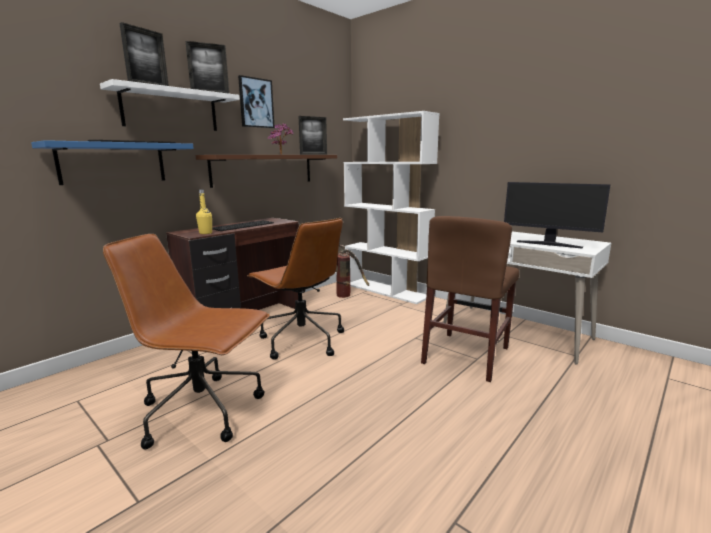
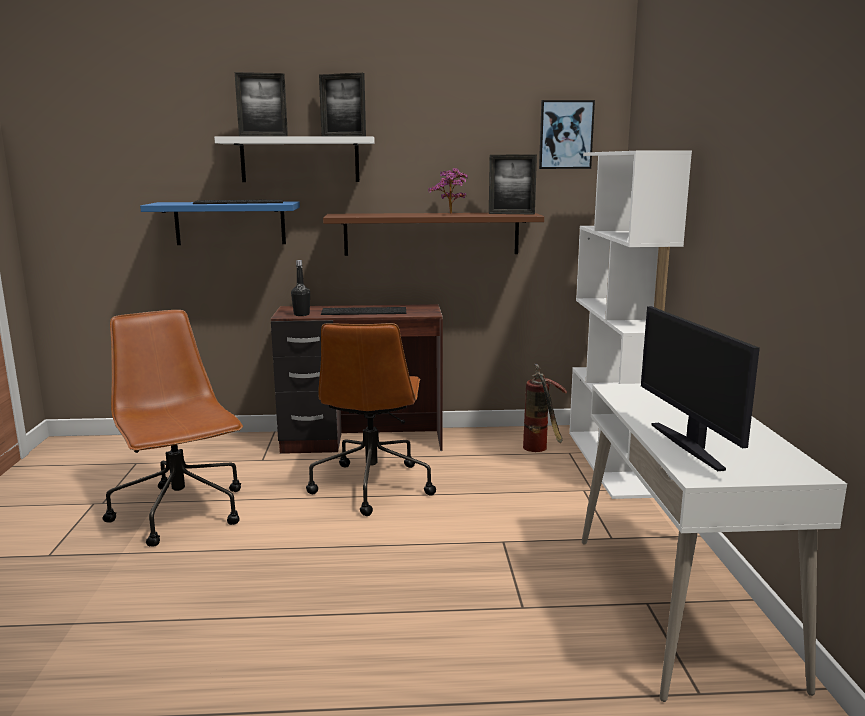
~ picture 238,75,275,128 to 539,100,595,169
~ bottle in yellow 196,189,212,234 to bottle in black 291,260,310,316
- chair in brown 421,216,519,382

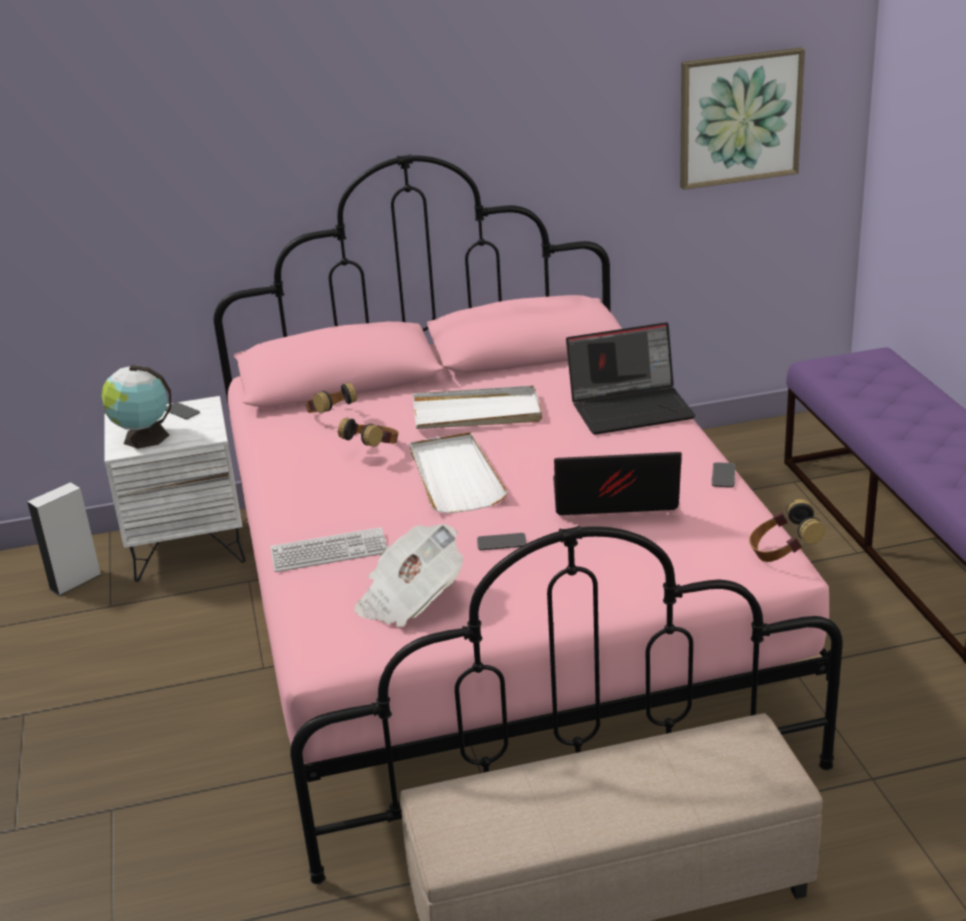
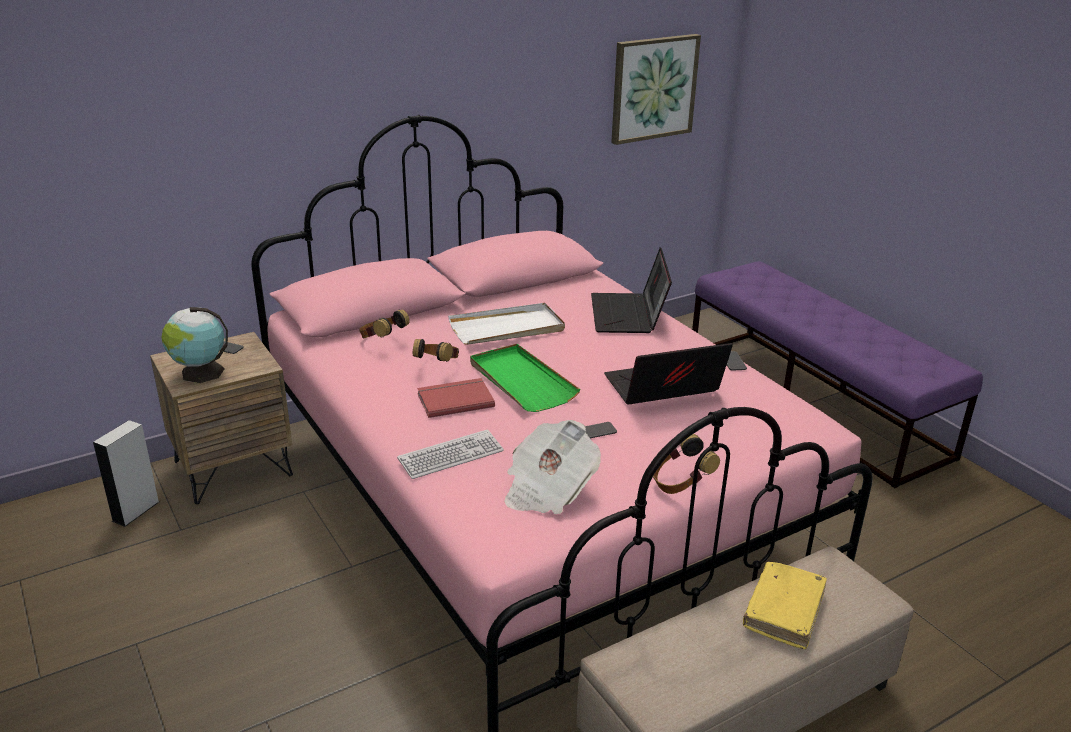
~ laptop 566,322,696,435 = 591,247,672,333 120 degrees clockwise
~ nightstand in white 104,396,246,582 to nightstand in brown 150,332,293,504
~ tray in white 410,432,508,514 to tray in green 470,344,581,412
~ headphones 749,499,825,562 to 653,434,720,494
+ book in red 417,378,495,418
+ book in yellow 743,562,827,649

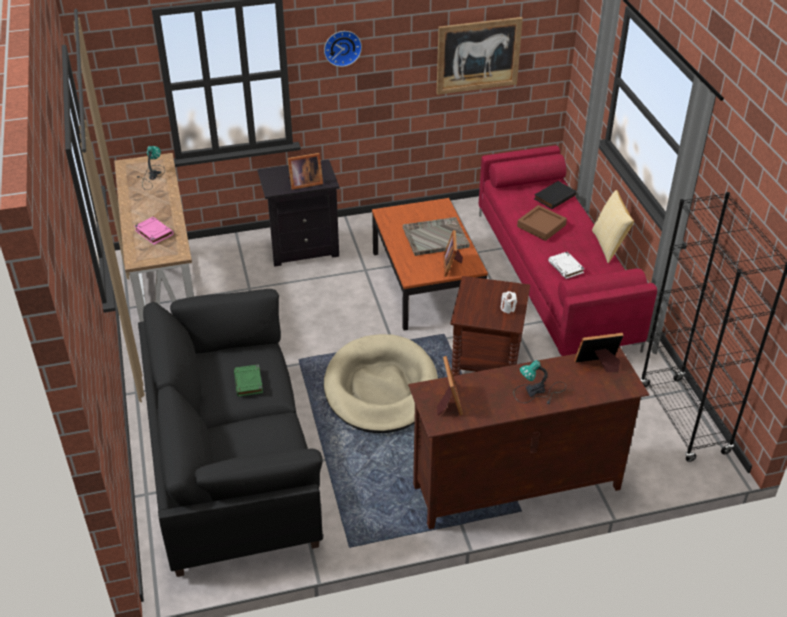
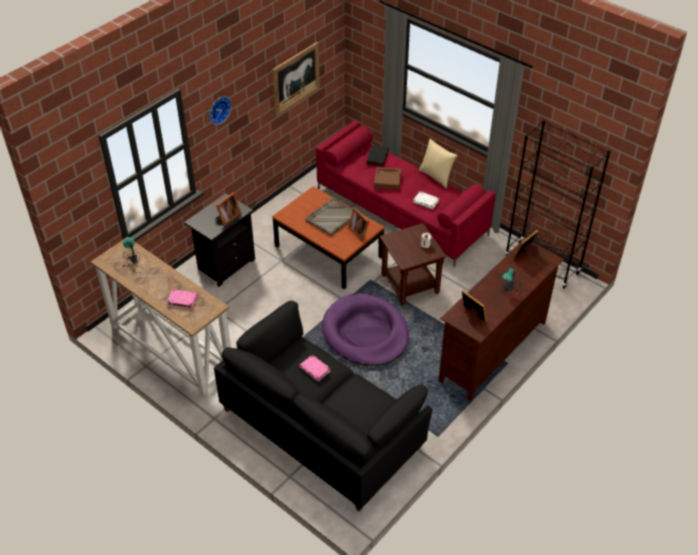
~ dog bed in beige 324,334,438,433 to dog bed in purple 322,293,409,366
~ book in green 234,364,263,397 to book in pink 299,355,331,381

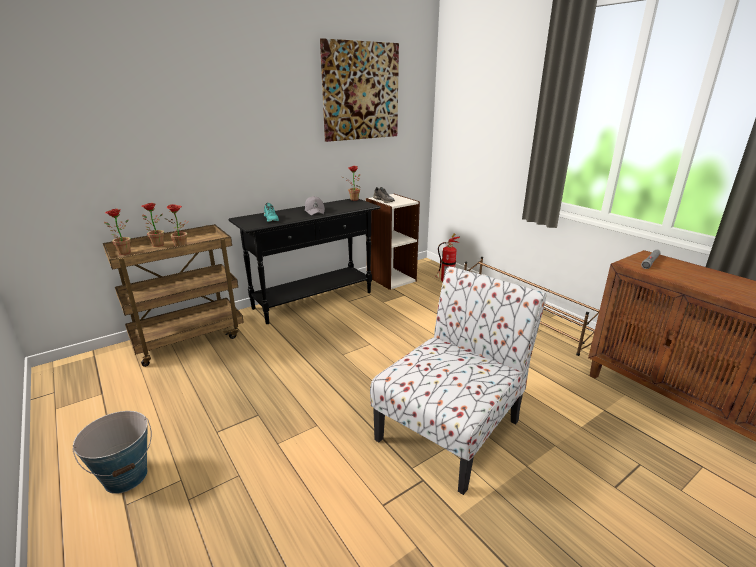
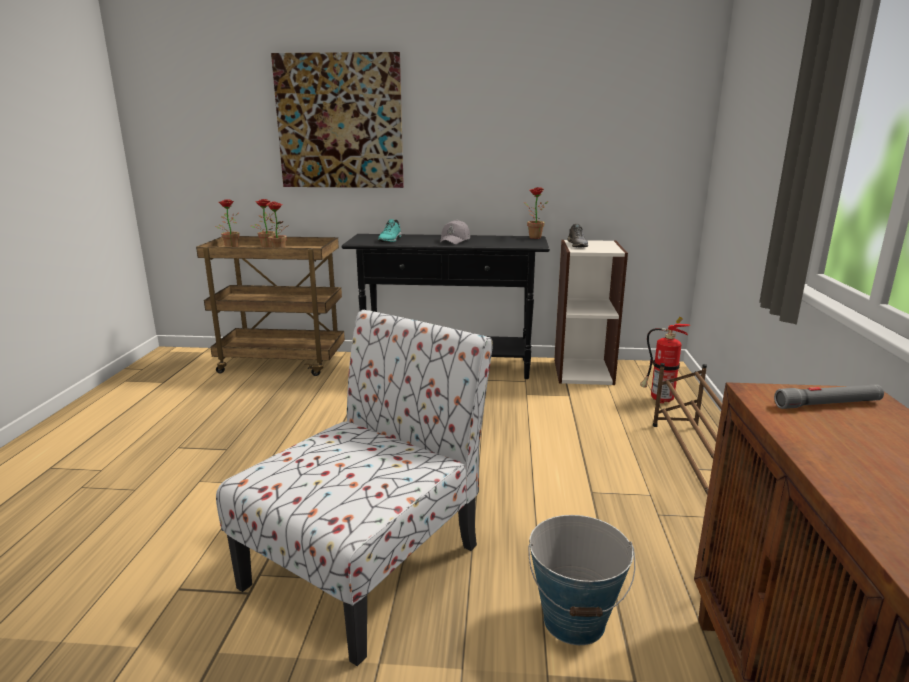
~ picture 320,38,399,142 to 271,52,404,188
~ chair 370,266,546,495 = 216,310,493,666 45 degrees counterclockwise
~ bucket 72,411,152,494 to 528,515,635,645

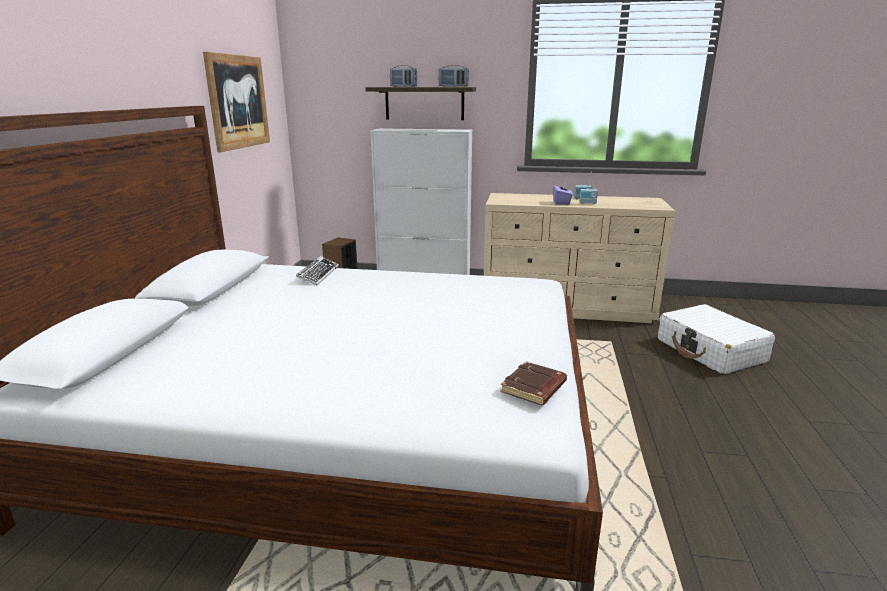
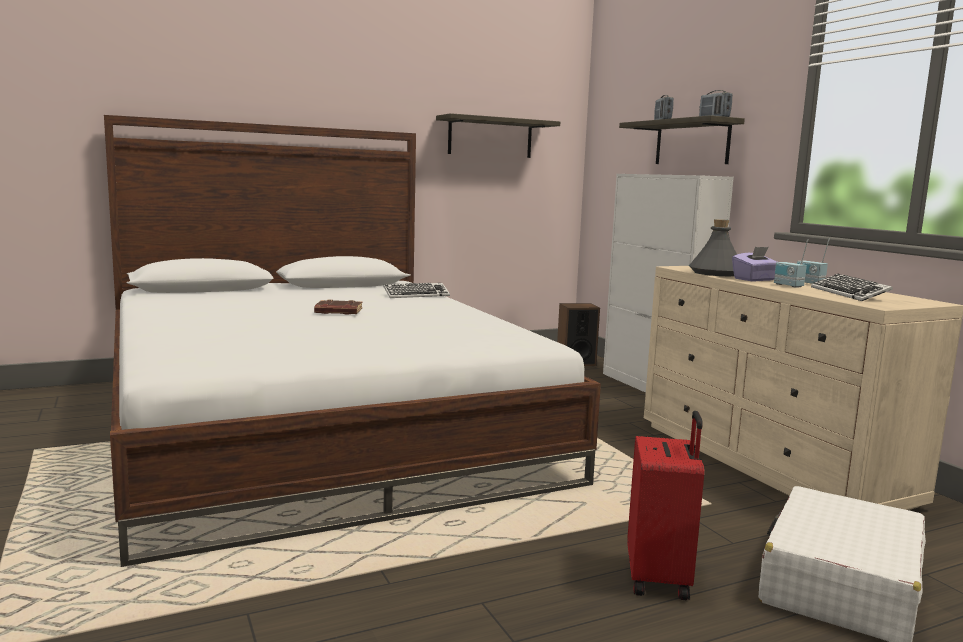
~ picture 203,52,270,152 to shelf 436,113,560,158
~ book in brown 500,361,567,405 to 314,300,362,315
+ bottle in grey 689,219,737,276
+ keyboard 811,274,893,301
+ suitcase in red 627,411,704,600

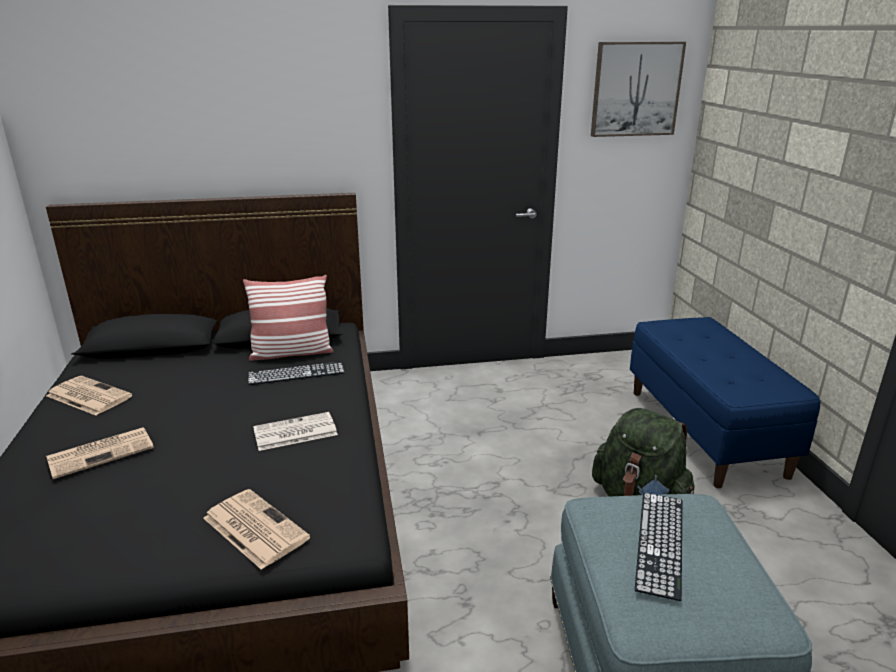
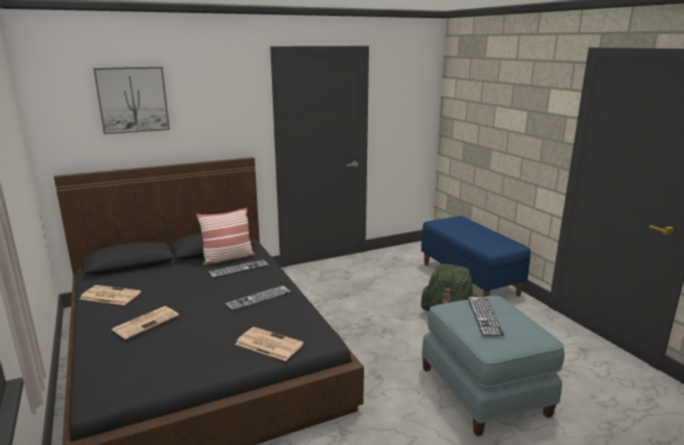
~ picture 591,42,686,137 to 93,67,170,134
~ newspaper 253,412,338,451 to keyboard 225,286,292,311

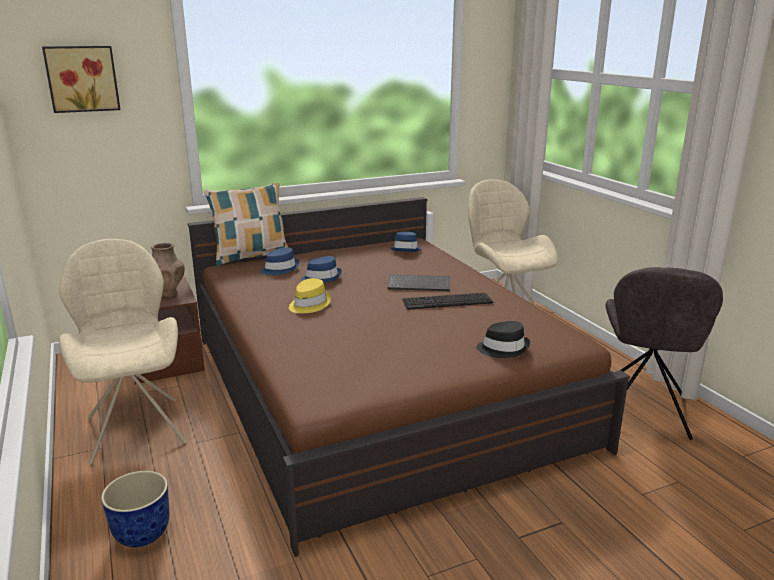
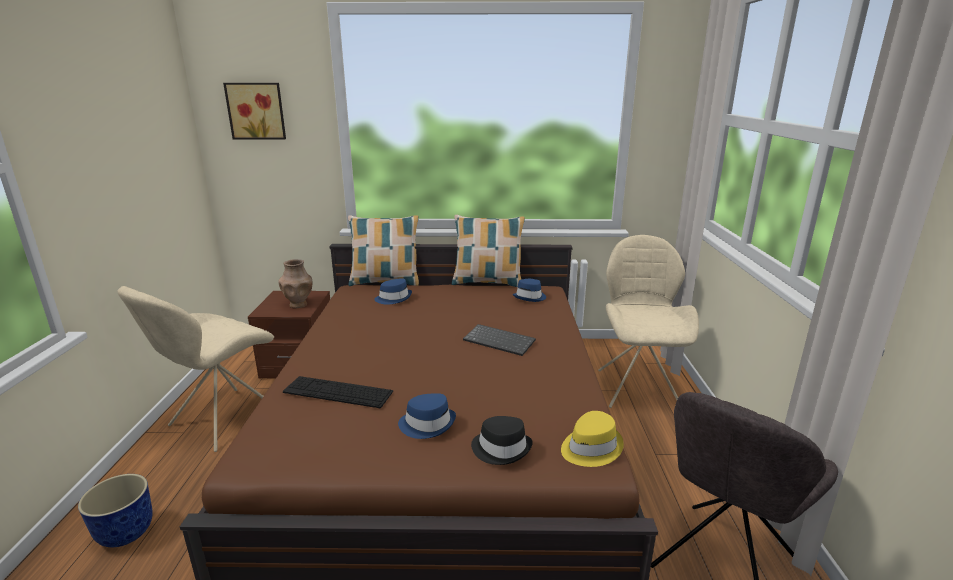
~ chair in beige 59,239,187,465 = 118,286,274,452 150 degrees counterclockwise
~ hat in blue 301,256,342,283 to 398,393,456,439
~ hat in yellow 289,278,331,313 to 561,411,624,467
~ keyboard 402,293,493,310 to 283,376,393,408
+ pillow 452,215,525,287

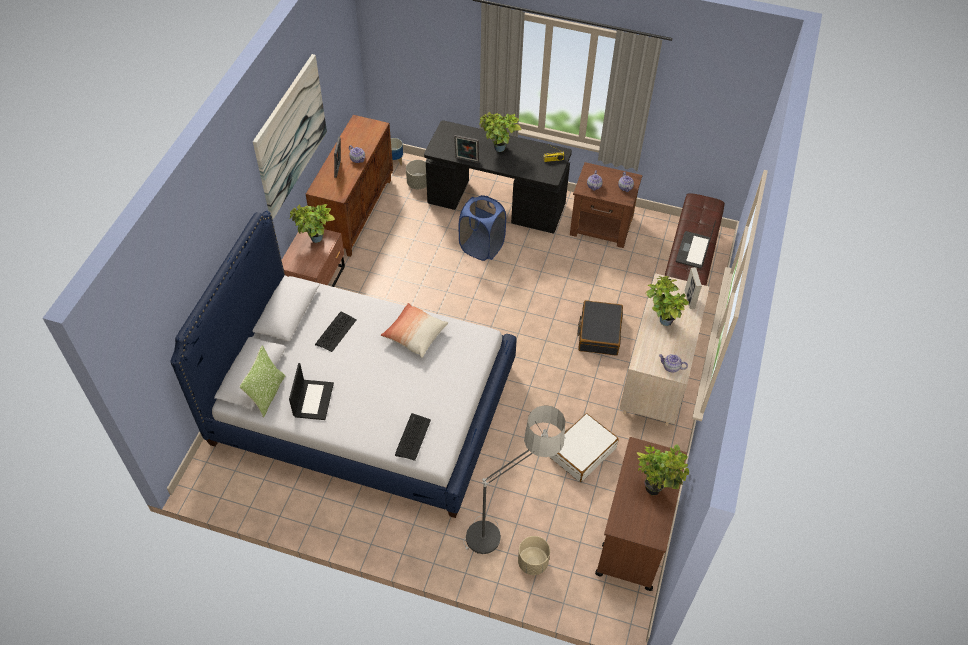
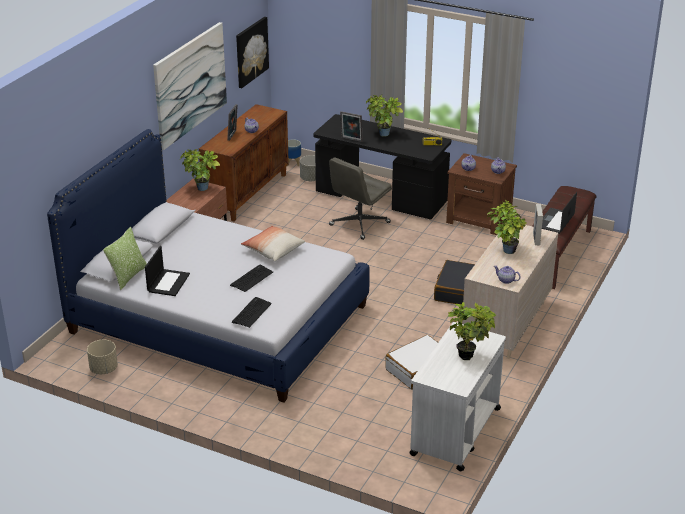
~ laundry basket in blue 459,195,506,261 to office chair in grey 329,158,392,240
~ keyboard 315,311,357,352 to 230,265,273,292
- floor lamp 463,405,565,554
~ cart in brown 595,437,687,591 to cart in white 409,322,506,471
~ planter in beige 518,536,550,575 to 87,340,118,374
+ picture 236,17,269,88

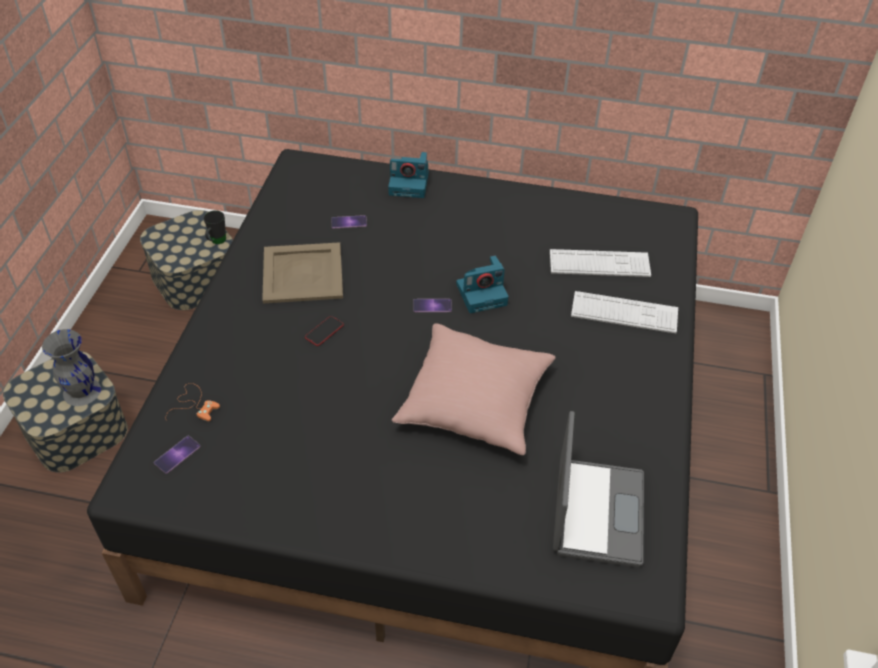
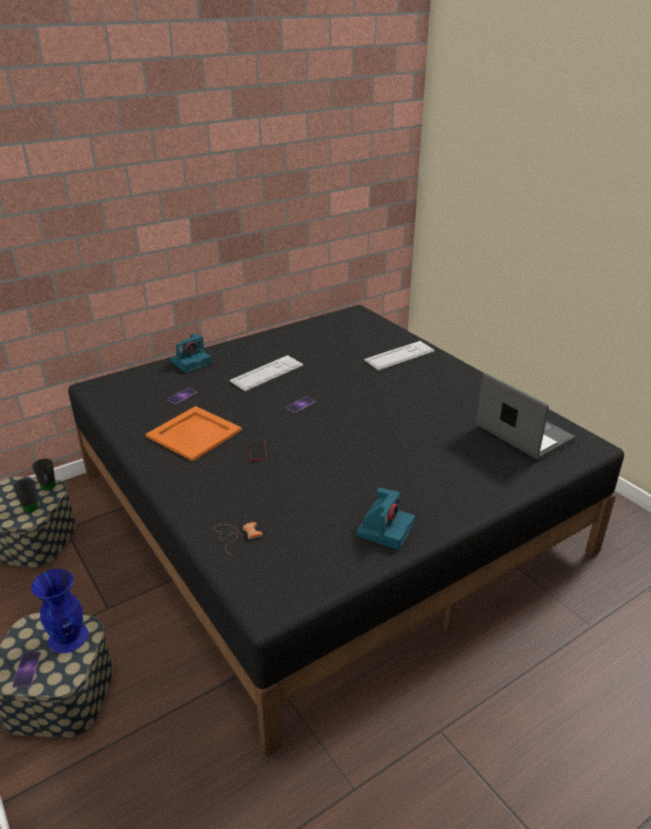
~ tray in beige 262,242,343,303 to tray in orange 146,406,242,461
~ keyboard 550,249,651,277 to 230,355,303,391
~ photo camera 456,255,509,313 to 356,488,415,550
- pillow in pink 392,324,556,455
~ vase in grey 42,329,101,406 to vase in blue 31,569,88,653
~ phone 154,435,201,474 to 12,651,41,688
+ mug in black 13,479,39,512

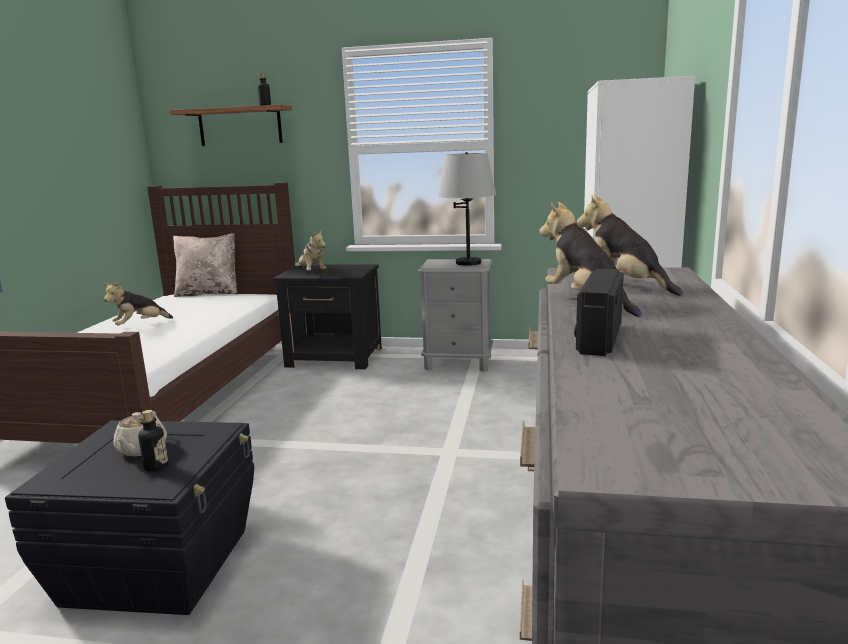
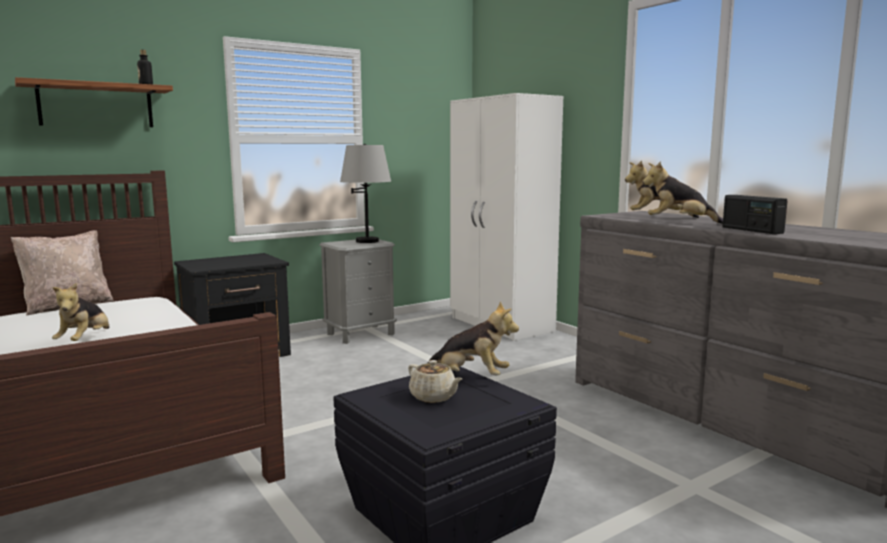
~ plush toy 295,230,326,271 to 427,302,519,376
- bottle 138,410,168,472

